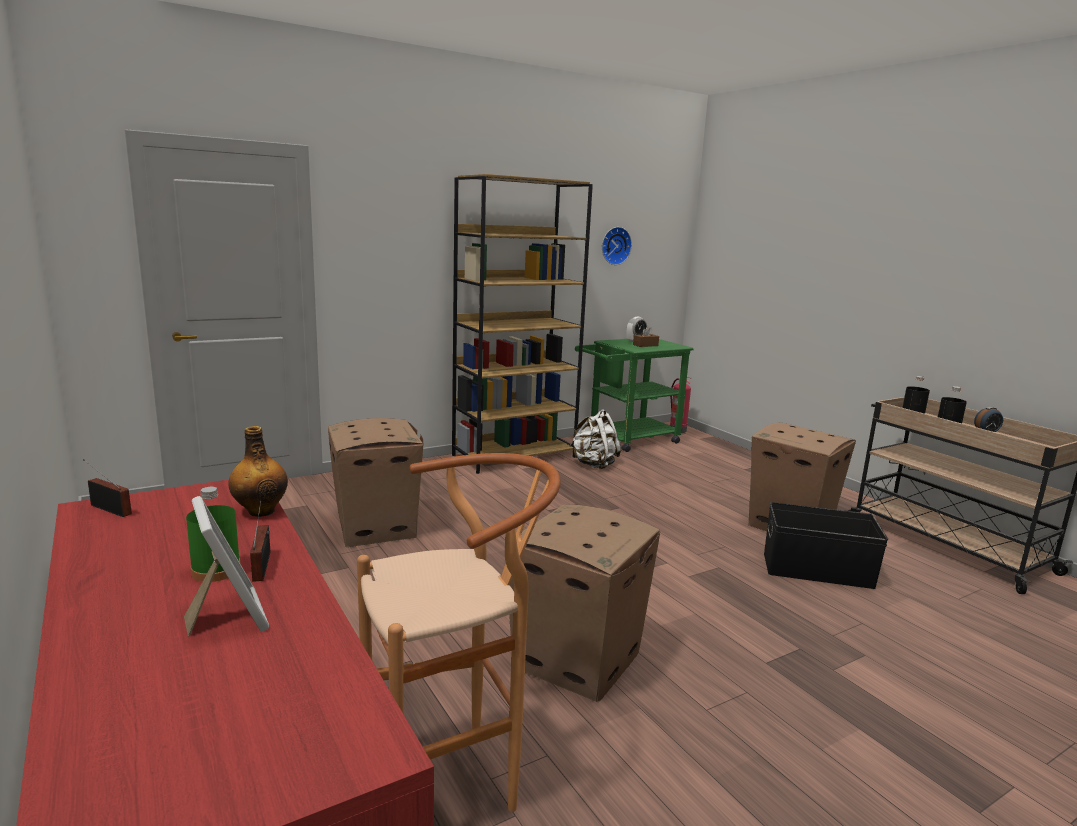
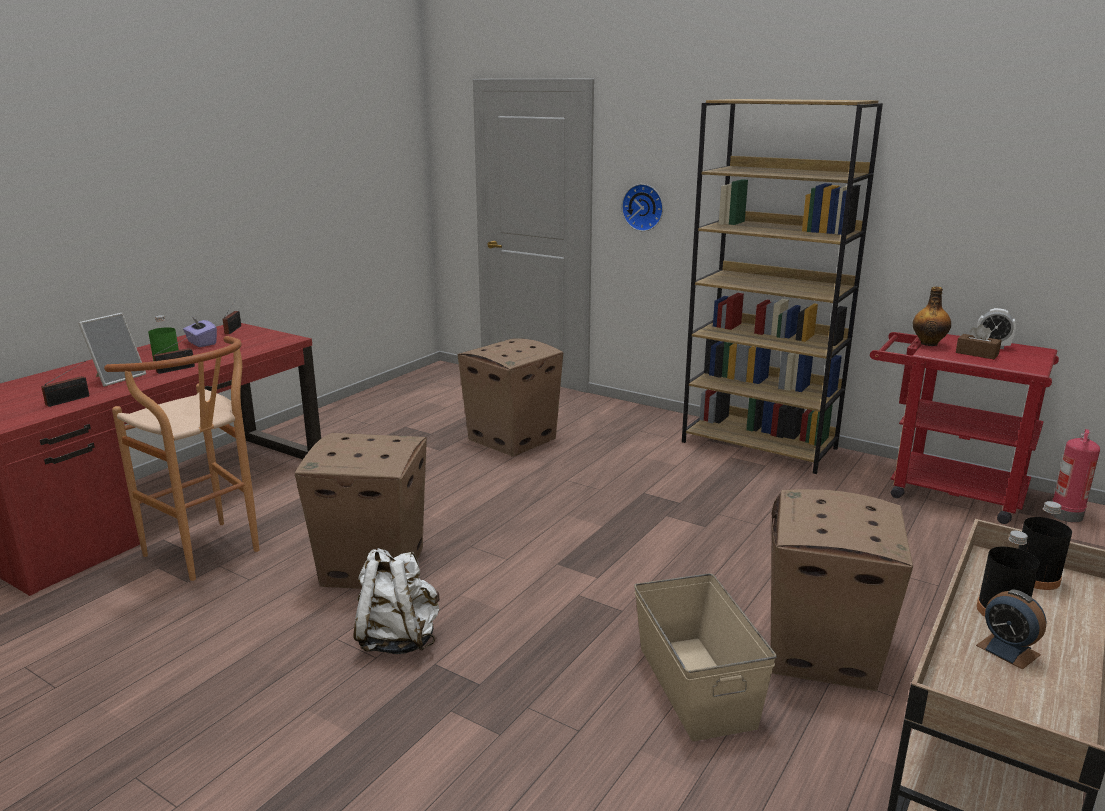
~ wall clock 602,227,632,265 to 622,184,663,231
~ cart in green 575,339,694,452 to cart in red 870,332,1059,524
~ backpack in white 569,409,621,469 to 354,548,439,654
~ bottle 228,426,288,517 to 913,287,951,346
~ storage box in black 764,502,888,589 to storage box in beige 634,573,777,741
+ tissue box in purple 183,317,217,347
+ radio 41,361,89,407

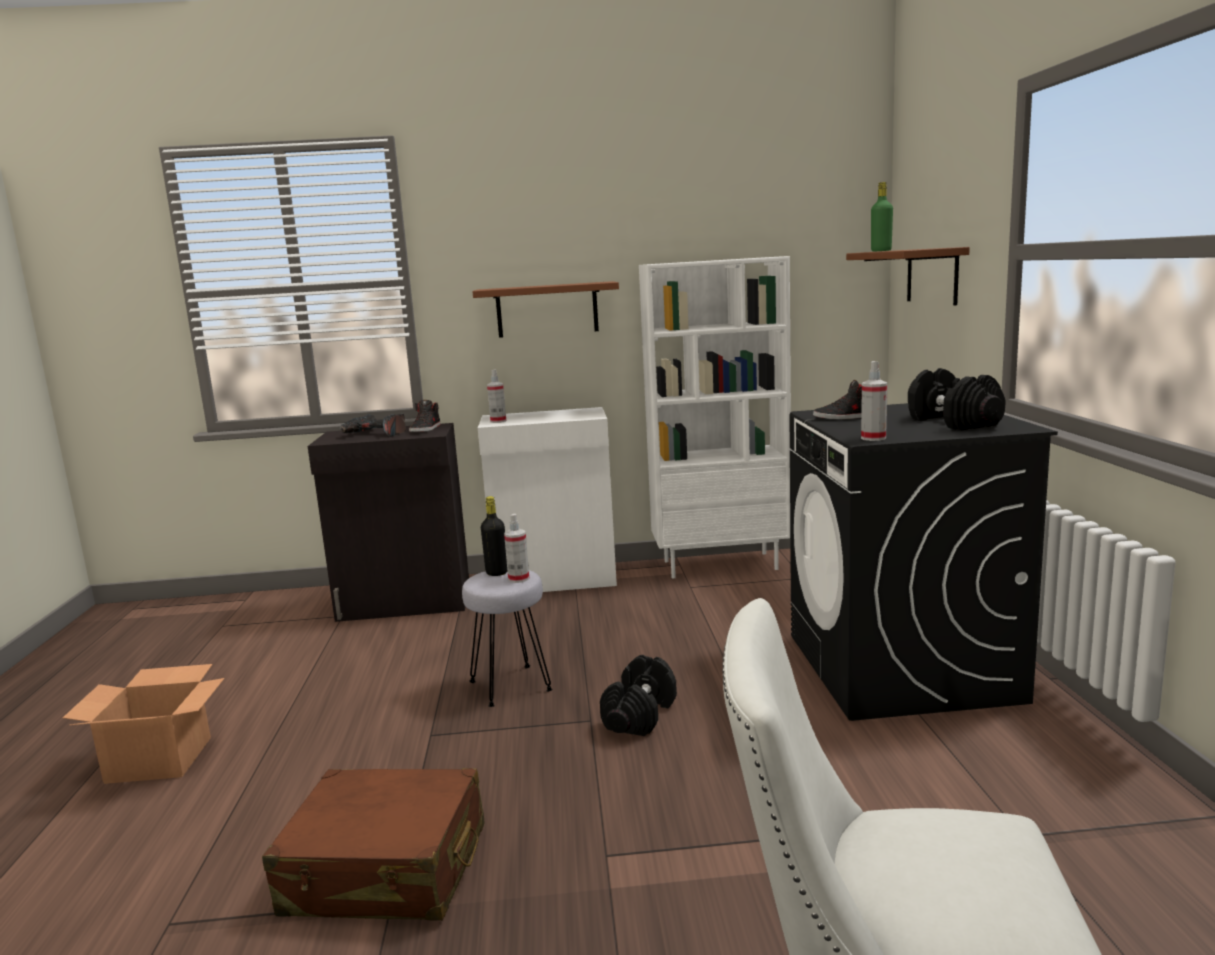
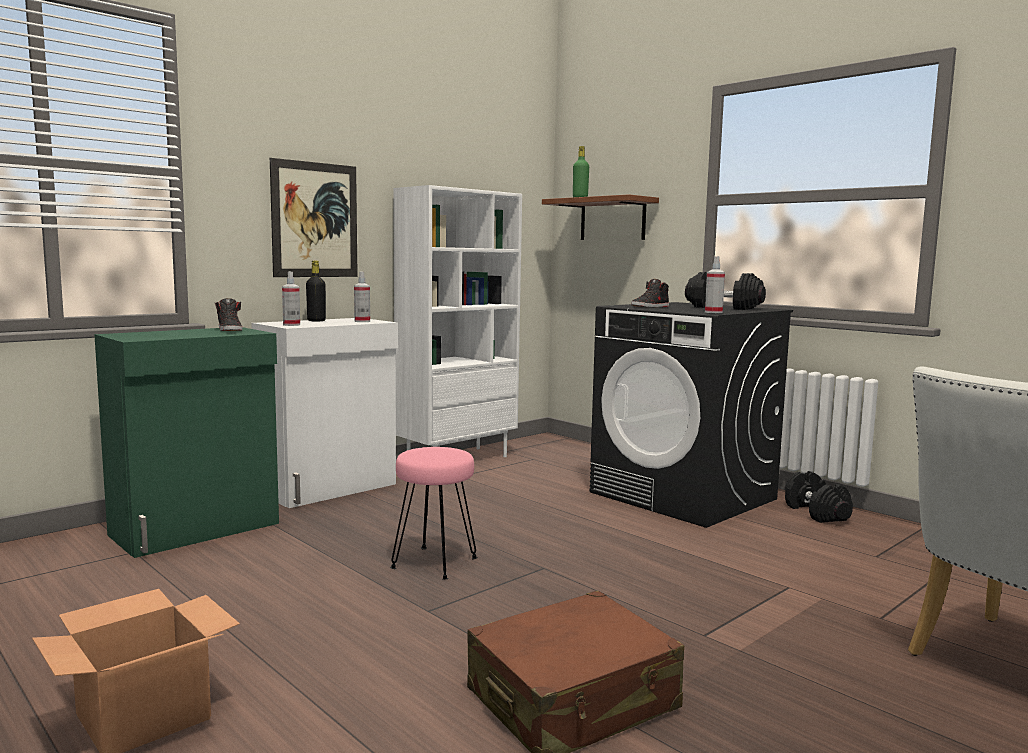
~ shelf in brown 472,281,619,338 to picture 270,158,358,277
- power drill 340,414,406,437
~ cabinet in black 308,423,469,622 to cabinet in green 94,327,279,558
~ bottle in black 481,496,507,576 to 306,261,326,321
~ spray bottle 504,514,529,583 to 354,272,370,322
~ stool in grey 462,570,552,707 to stool in pink 390,447,477,580
~ dumbbell in black 600,655,677,736 to 785,471,853,523

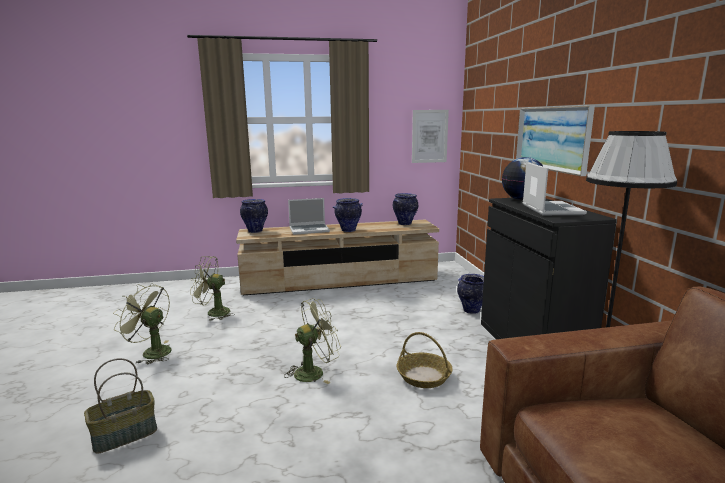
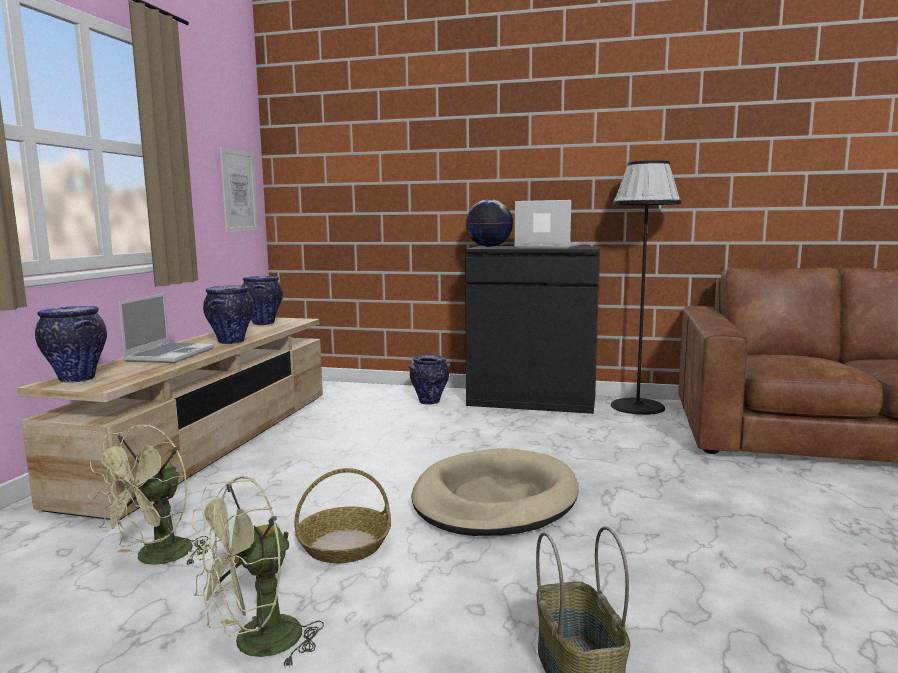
- picture 516,105,595,176
~ fan in green 285,298,341,384 to dog bed in beige 411,448,579,536
~ basket 397,332,453,388 to 294,468,391,563

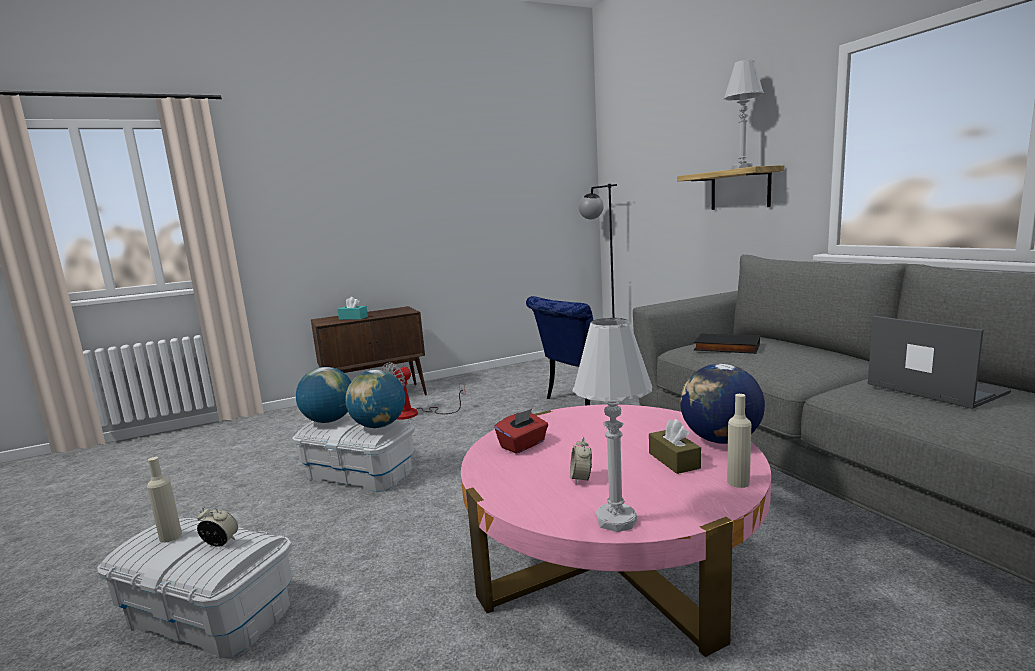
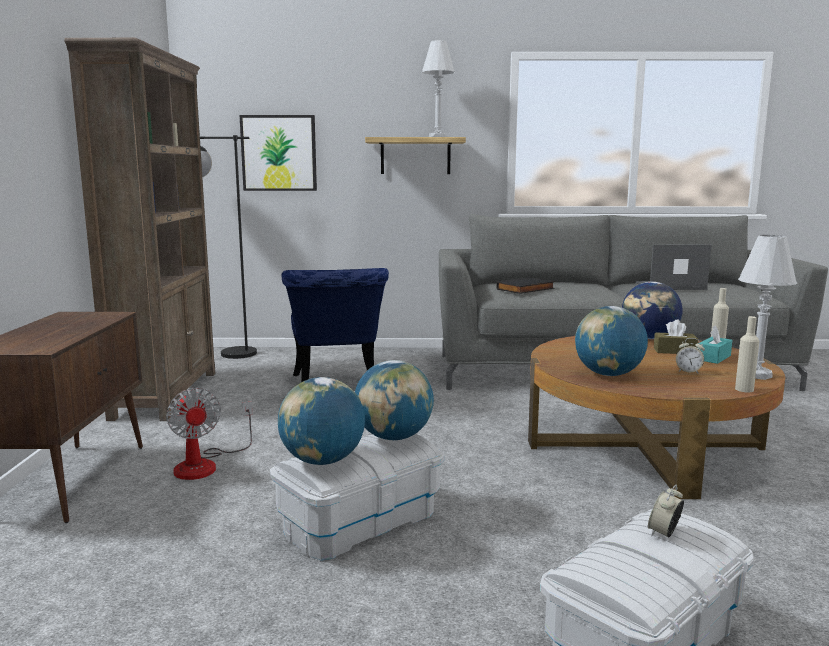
~ tissue box in turquoise 338,297,368,320 to 698,325,732,364
~ coffee table in pink 461,405,771,657 to coffee table in brown 528,336,786,499
~ tissue box in red 494,409,548,454 to globe 575,306,648,376
~ bottle in beige 147,457,182,543 to 735,316,759,392
+ bookcase in brown 64,38,216,421
+ picture 240,115,317,191

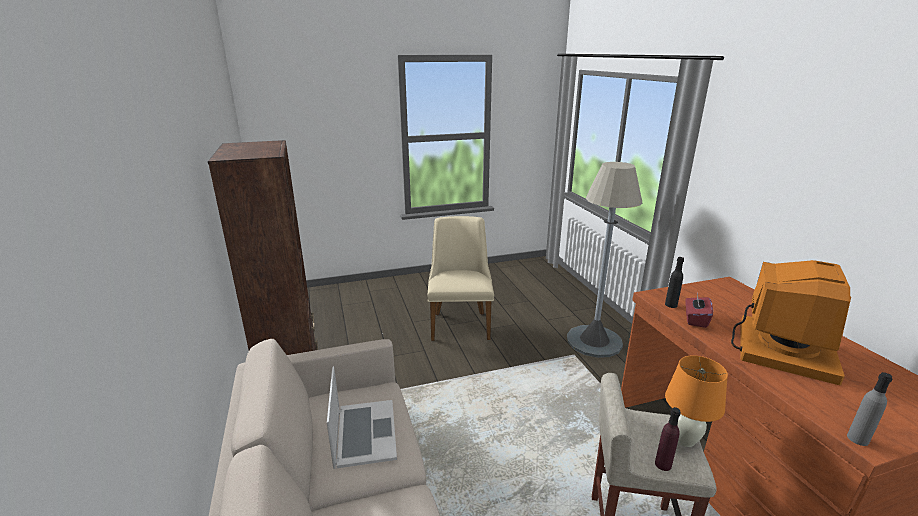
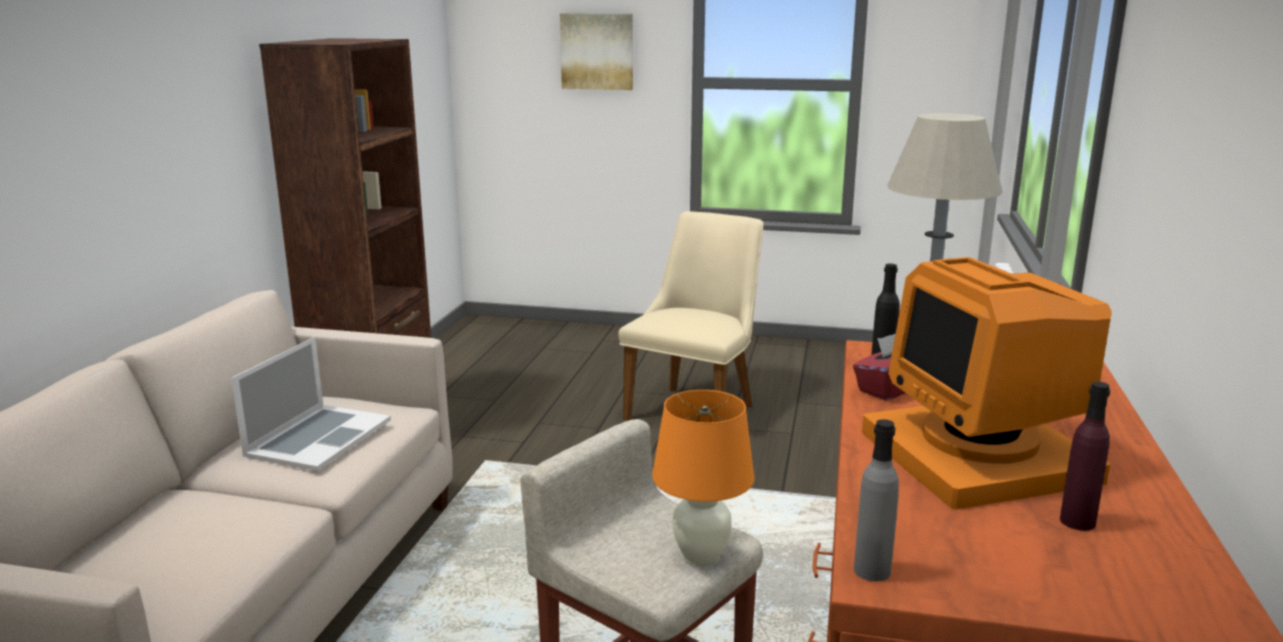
~ monitor 731,260,851,385 = 862,257,1112,509 105 degrees clockwise
~ bottle in purple 655,407,681,471 to 1060,382,1110,531
+ picture 560,13,633,90

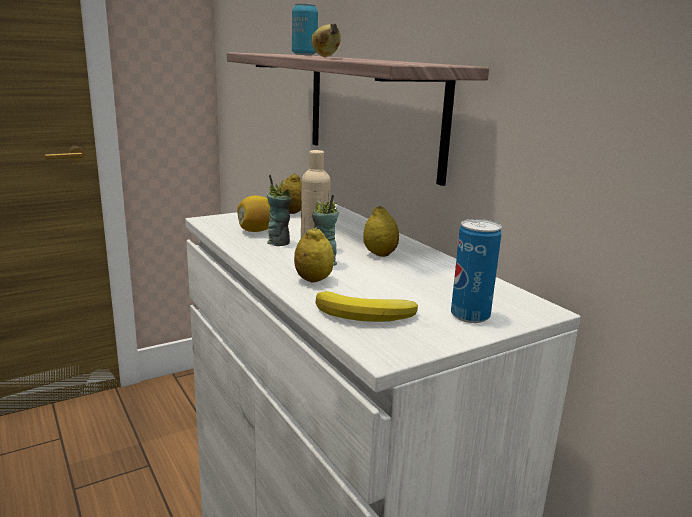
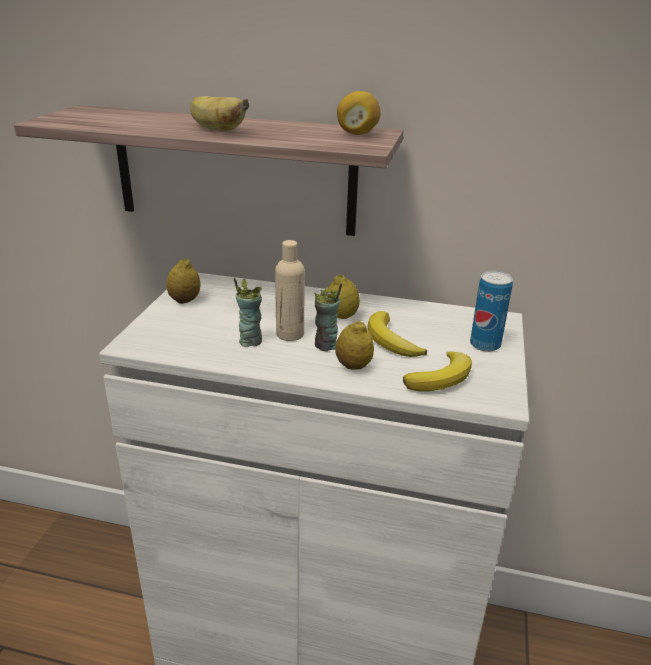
- can 292,3,318,55
~ lemon 237,196,270,232 to 337,91,381,135
+ banana 367,311,427,357

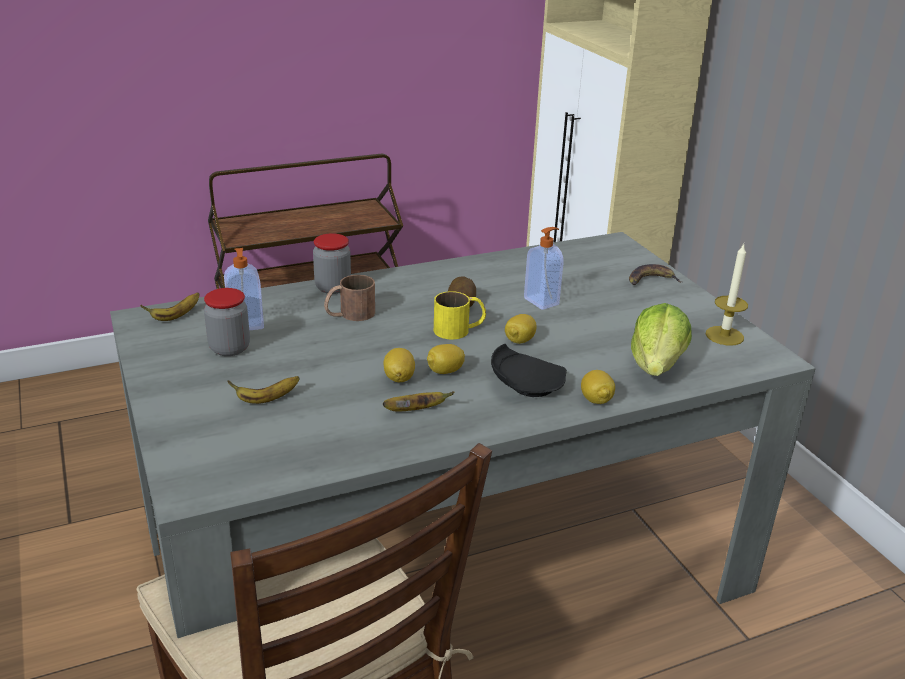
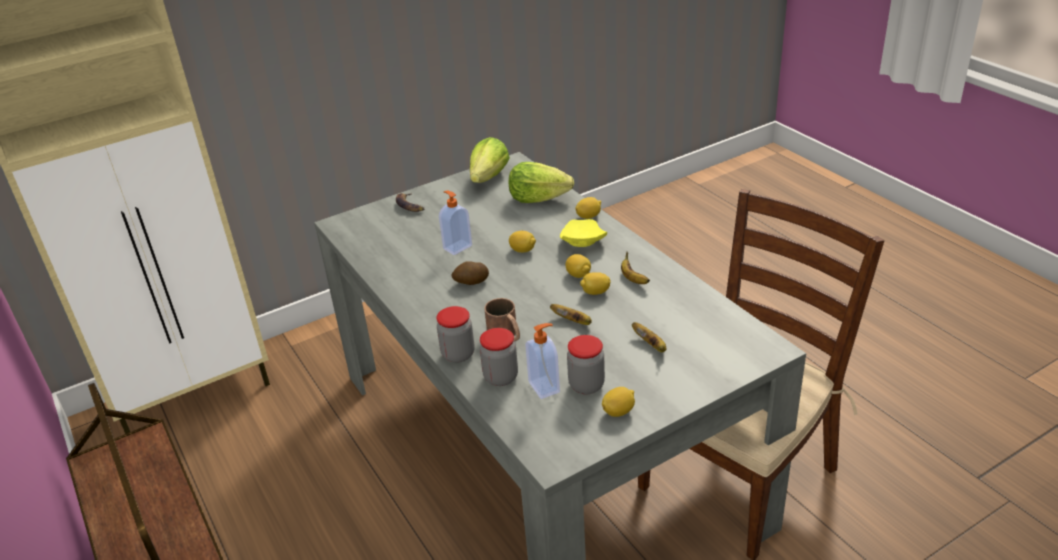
~ candle 706,244,748,346 to lettuce 470,137,510,183
- mug in yellow 434,291,486,339
~ banana 140,293,200,321 to 550,304,592,325
~ plate in black 491,344,567,397 to plate in yellow 560,219,607,247
+ jar 480,328,518,386
+ lemon 602,387,635,417

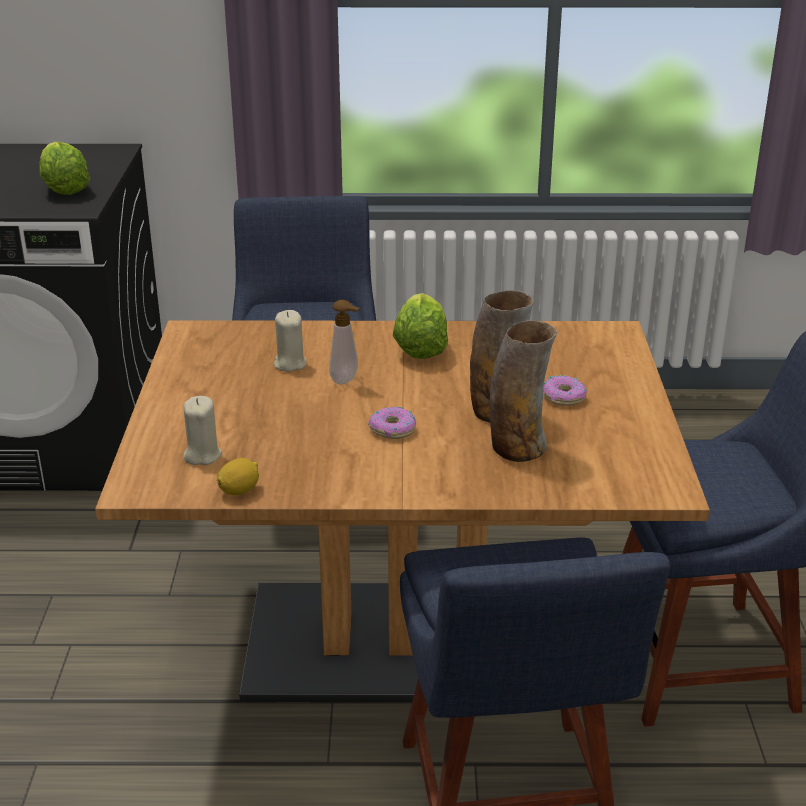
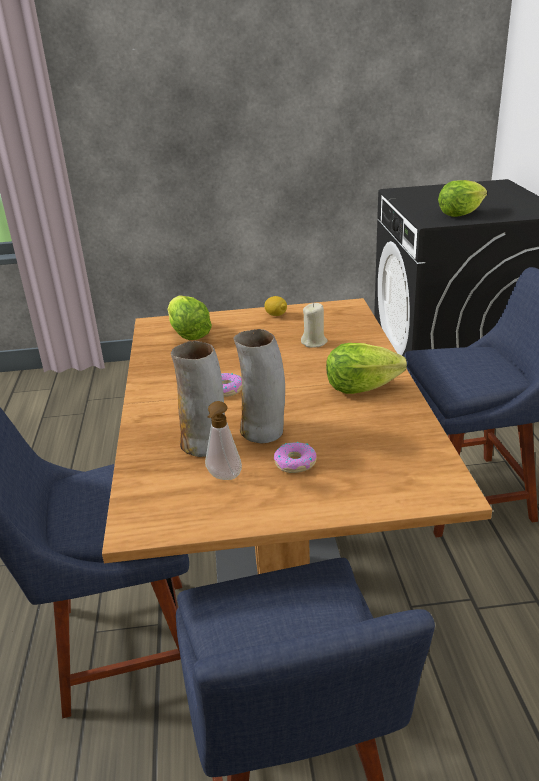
~ soap dispenser 329,300,360,384 to 205,401,242,480
~ candle in beige 183,396,222,465 to lettuce 168,295,212,340
~ lemon 217,458,259,496 to 264,296,287,316

